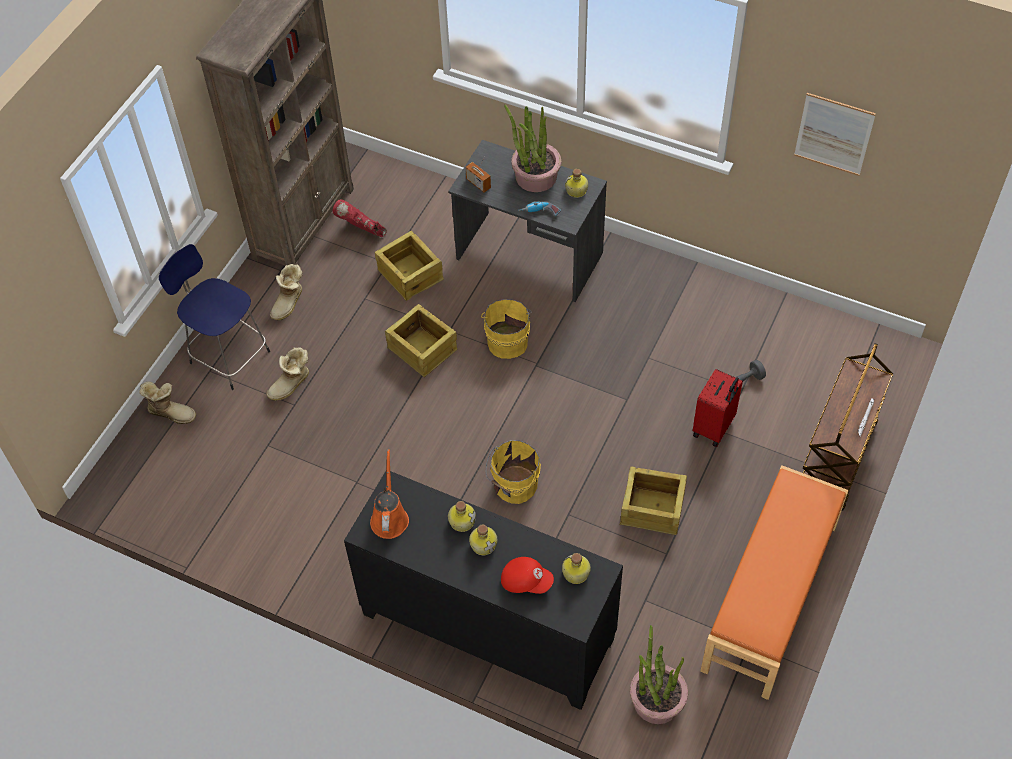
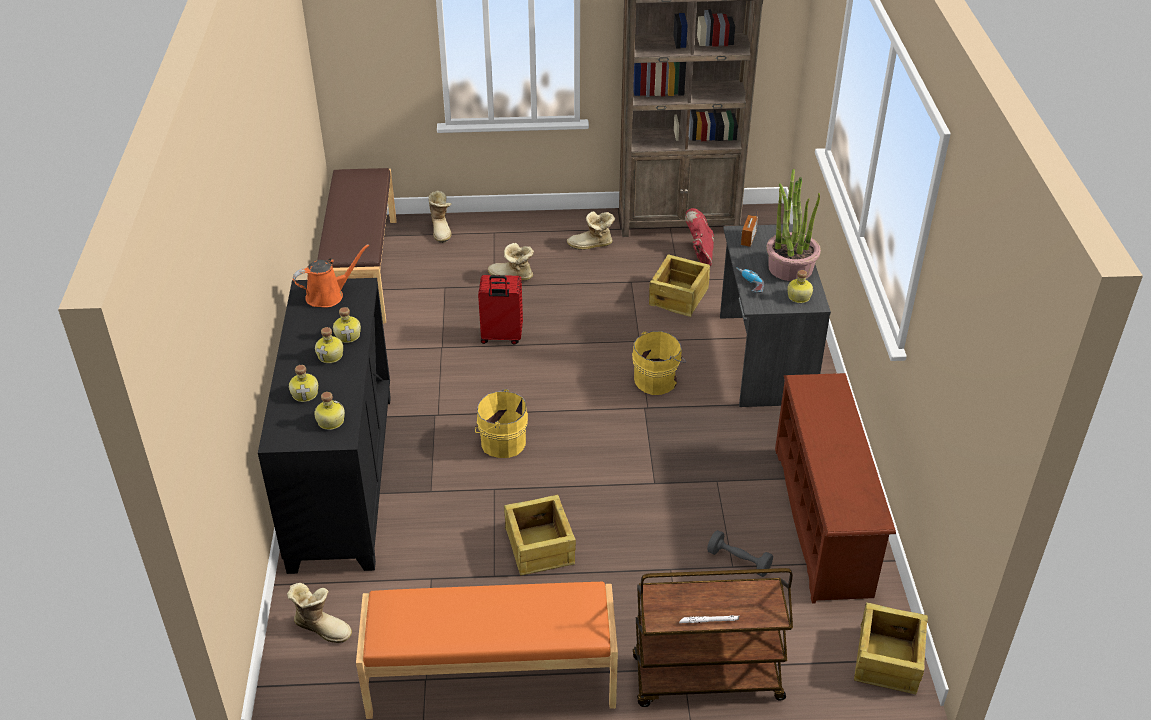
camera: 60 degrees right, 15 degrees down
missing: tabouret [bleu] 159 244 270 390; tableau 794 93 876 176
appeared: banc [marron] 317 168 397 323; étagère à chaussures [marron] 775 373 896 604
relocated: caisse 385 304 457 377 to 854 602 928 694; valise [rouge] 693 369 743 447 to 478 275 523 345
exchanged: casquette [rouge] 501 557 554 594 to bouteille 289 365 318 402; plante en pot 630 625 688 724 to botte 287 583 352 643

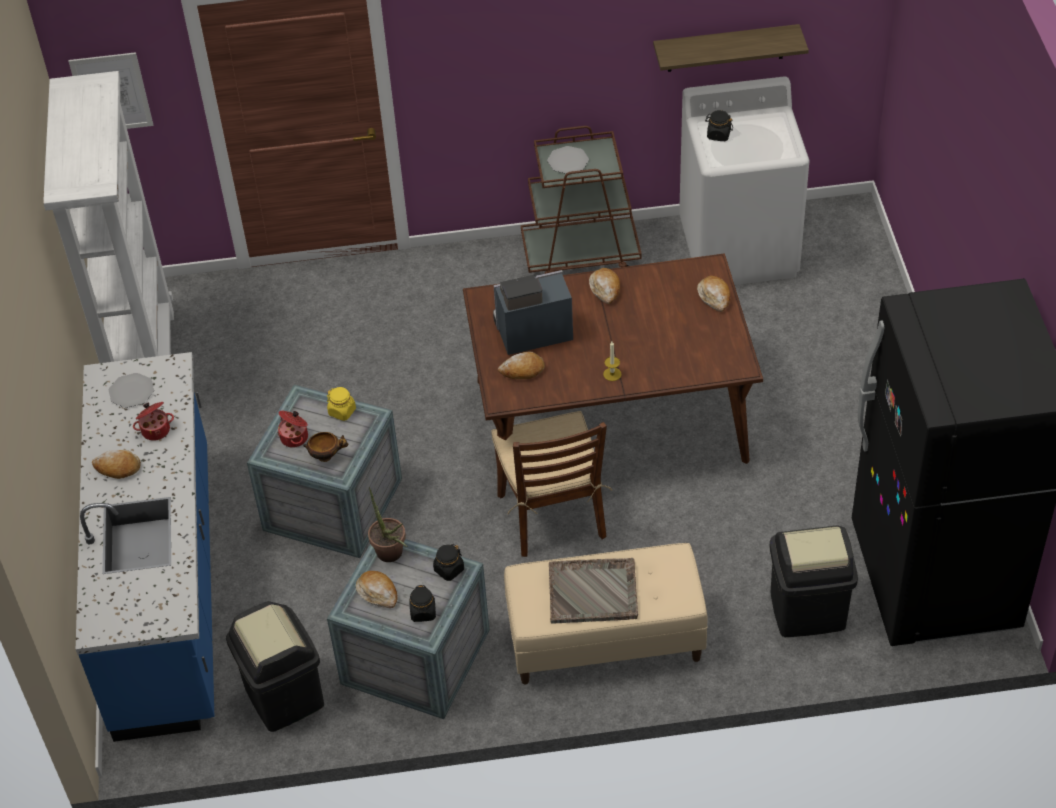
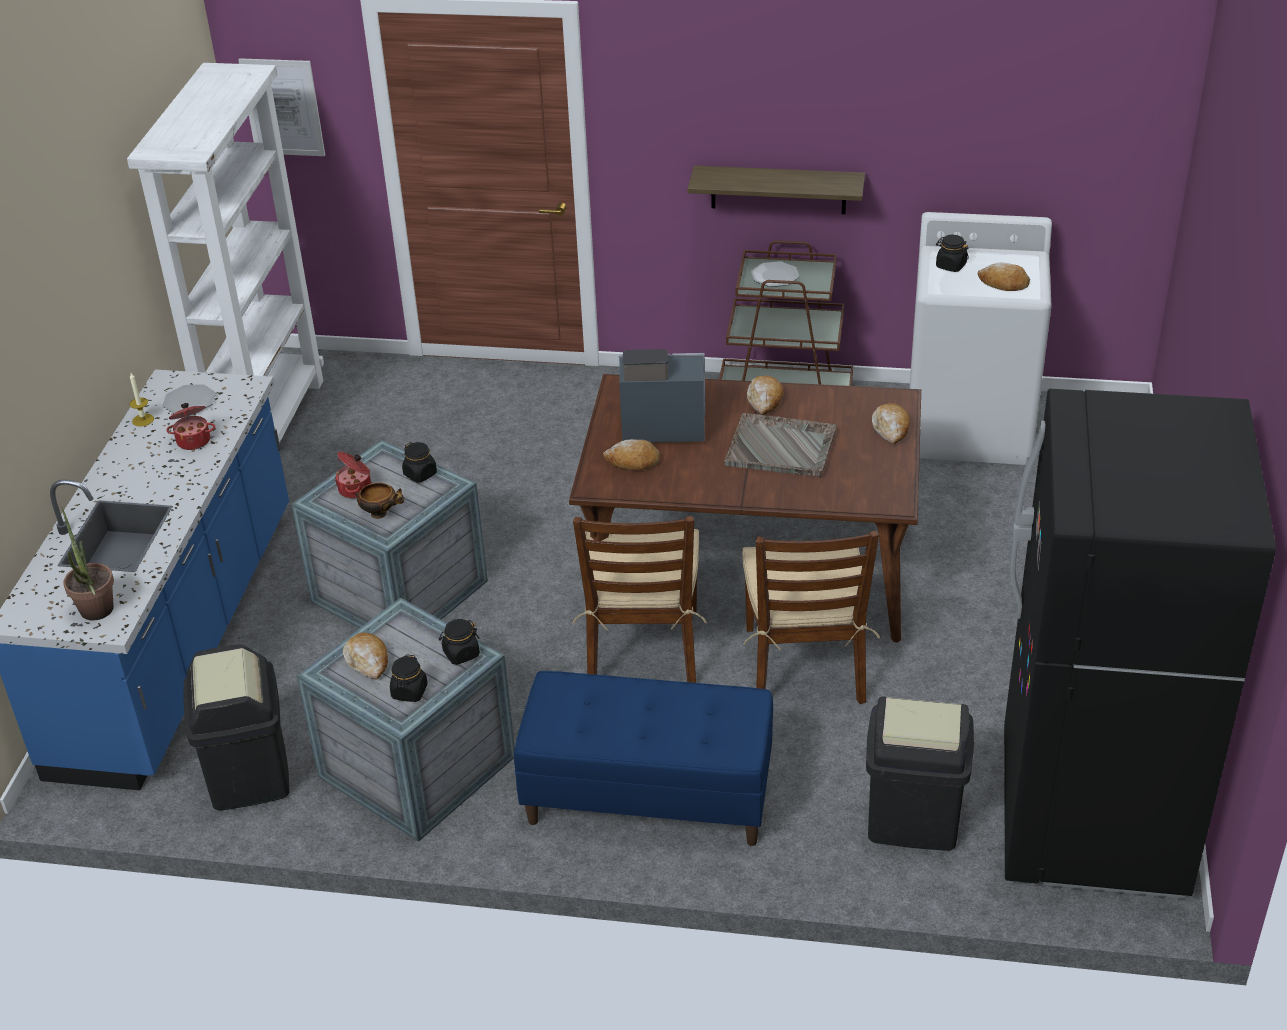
camera: 15 degrees right, 10 degrees down
appeared: chaise [marron] 742 530 880 704
relocated: pain 92 450 141 479 to 978 262 1030 291; plante en pot 368 487 408 562 to 61 507 114 620; plateau [gris] 549 558 638 624 to 724 413 837 477; bougie 603 342 622 381 to 129 373 154 427; étagère 653 24 809 72 to 687 165 865 214
colour: bocal [jaune] 327 387 356 421 to bocal [noir] 402 442 437 483; banc [beige] 504 543 708 684 to banc [bleu] 514 671 773 846

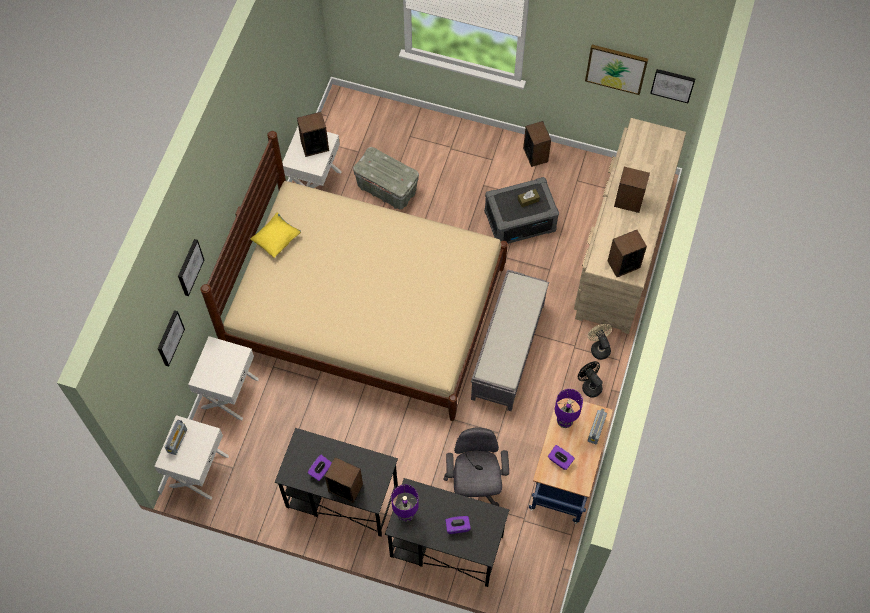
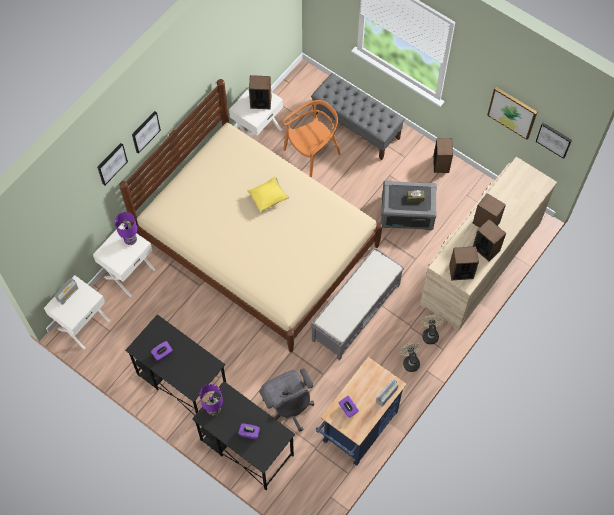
camera: 20 degrees right, 0 degrees up
appeared: banc [gris] 311 73 405 160
relocated: tableau 157 310 185 367 to 132 111 161 154; coussin [jaune] 250 212 301 258 to 247 176 289 212; enceinte 325 457 363 503 to 473 219 506 261; lampe de table [violet] 555 389 583 428 to 115 212 138 245
exchanged: boîte de rangement [gris] 353 147 419 210 to chaise [orange] 282 100 341 178
colour: ventilateur [noir] 578 361 603 398 to ventilateur [beige] 400 342 421 372
spun: chaise de bureau [gris] 443 427 509 506 = 259 368 314 432 135 degrees clockwise

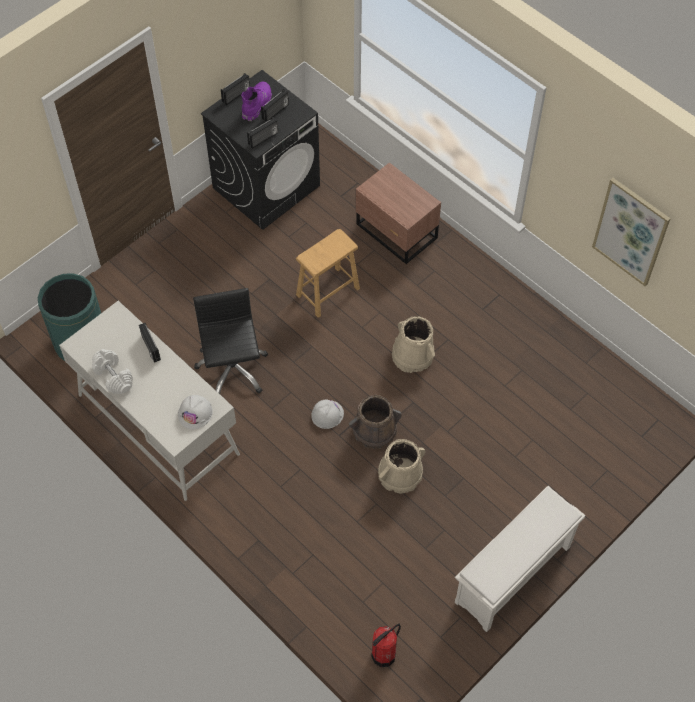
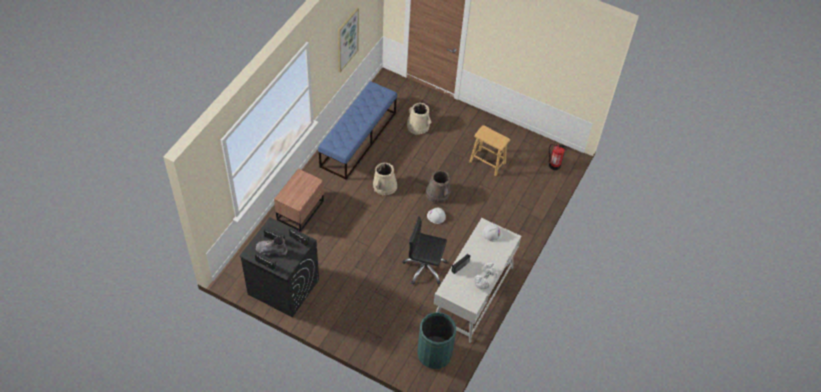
camera: 110 degrees left, 5 degrees down
missing: étagère à chaussures [blanc] 455 486 585 632
appeared: banc [bleu] 318 81 397 180
relocated: tabouret [marron] 296 229 360 318 to 469 125 510 176; seau [beige] 378 439 426 493 to 407 103 431 135
colour: botte [violet] 241 82 272 121 to botte [gris] 256 237 288 256
spun: chaise de bureau [noir] 193 288 268 394 = 403 216 447 285 45 degrees clockwise

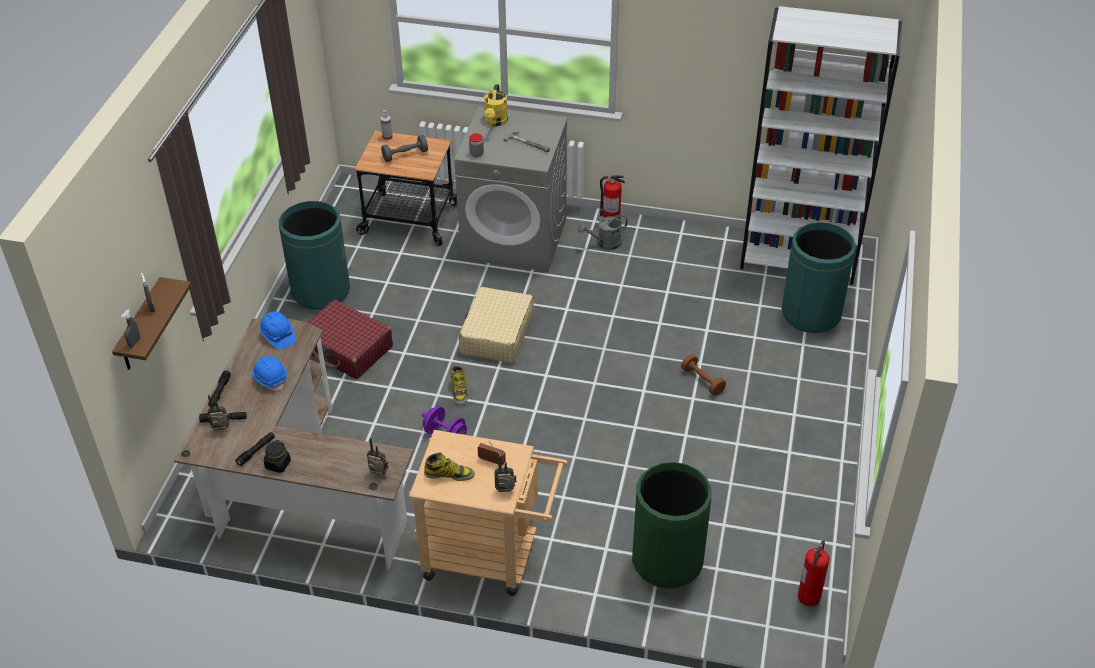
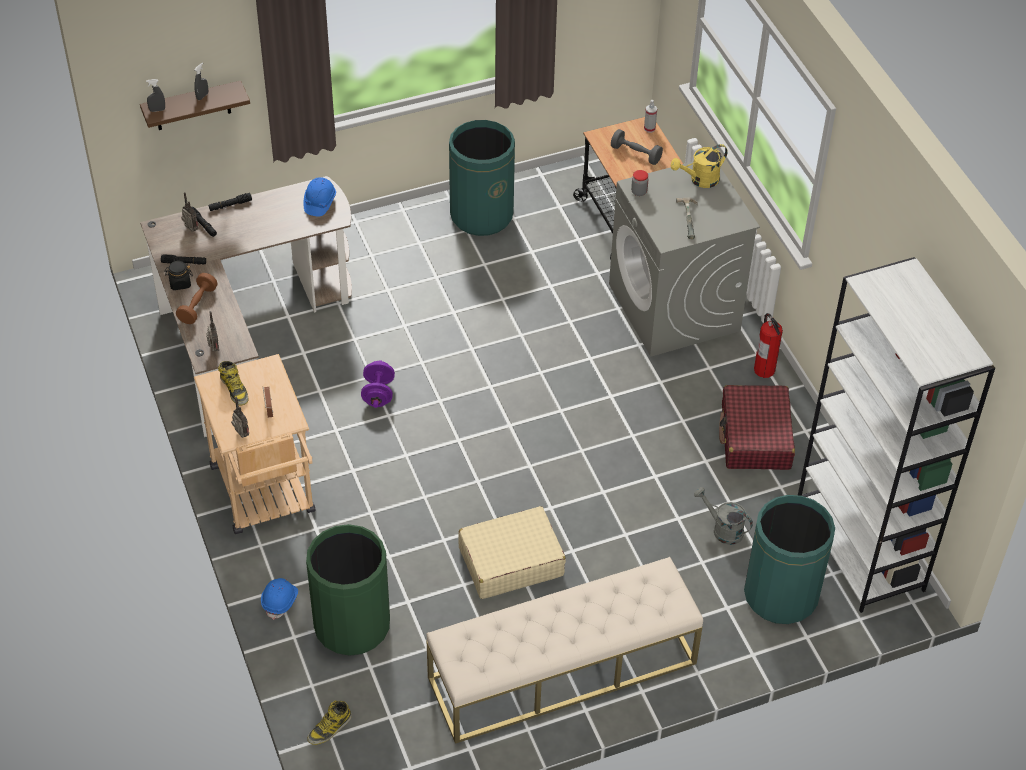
camera: 55 degrees right, 5 degrees up
missing: extincteur 798 540 829 606
appeared: banc [beige] 426 557 703 744
relocated: casque de chantier [bleu] 252 356 287 391 to 261 578 298 620; valise [rouge] 308 300 393 379 to 719 385 795 470; botte 449 366 468 405 to 307 701 352 745; valise [beige] 459 287 534 363 to 458 506 566 599; arrosoir [gris] 578 214 628 250 to 694 487 753 545; haltère [marron] 681 354 726 396 to 176 273 218 324

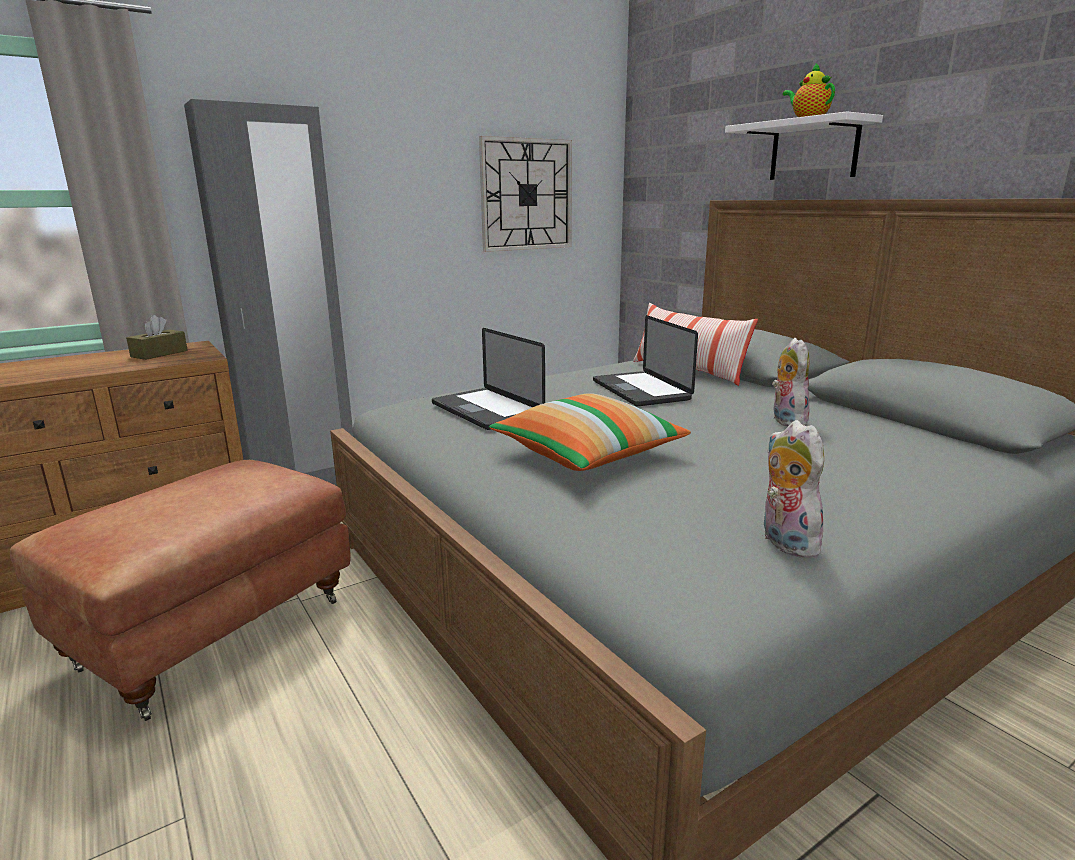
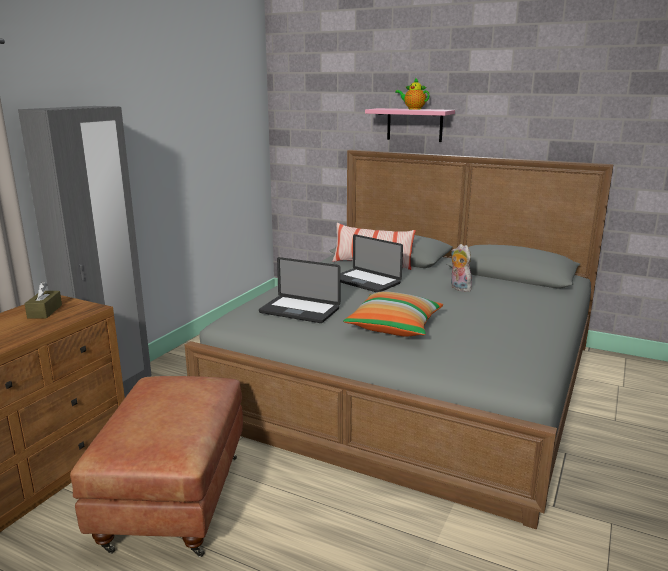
camera: 30 degrees left, 0 degrees up
missing: horloge murale 479 136 572 252; peluche 764 420 824 558
colour: étagère [blanc] 725 112 883 180 to étagère [rose] 365 108 455 142

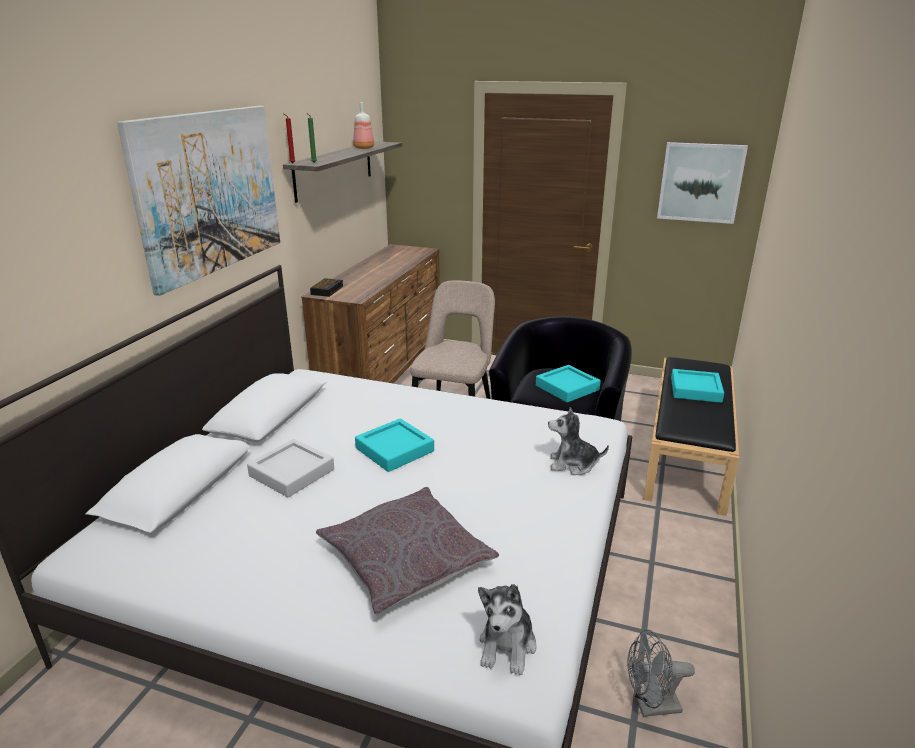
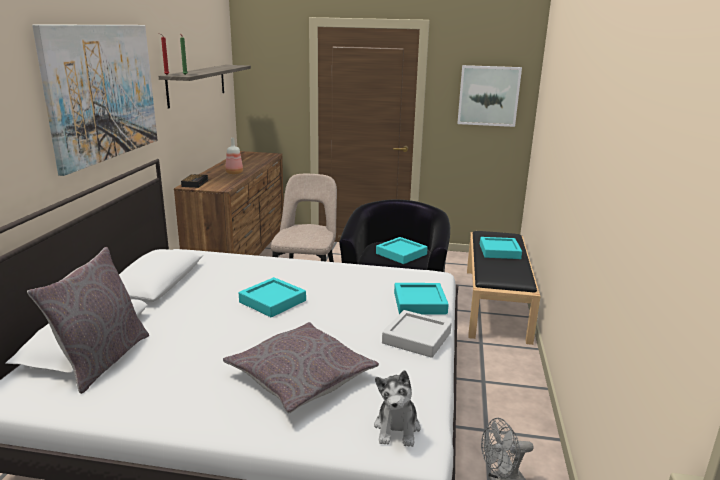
camera: 10 degrees left, 5 degrees down
appeared: coussin [gris] 27 247 149 394
relocated: plateau [gris] 247 439 334 498 to 382 310 452 358; bouteille 353 102 374 149 to 225 138 243 174
exchanged: peluche 548 407 609 475 to plateau [turquoise] 394 283 449 314

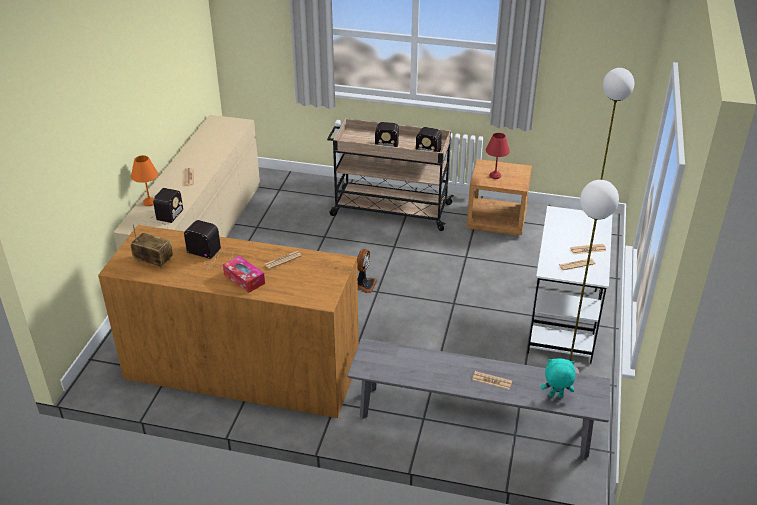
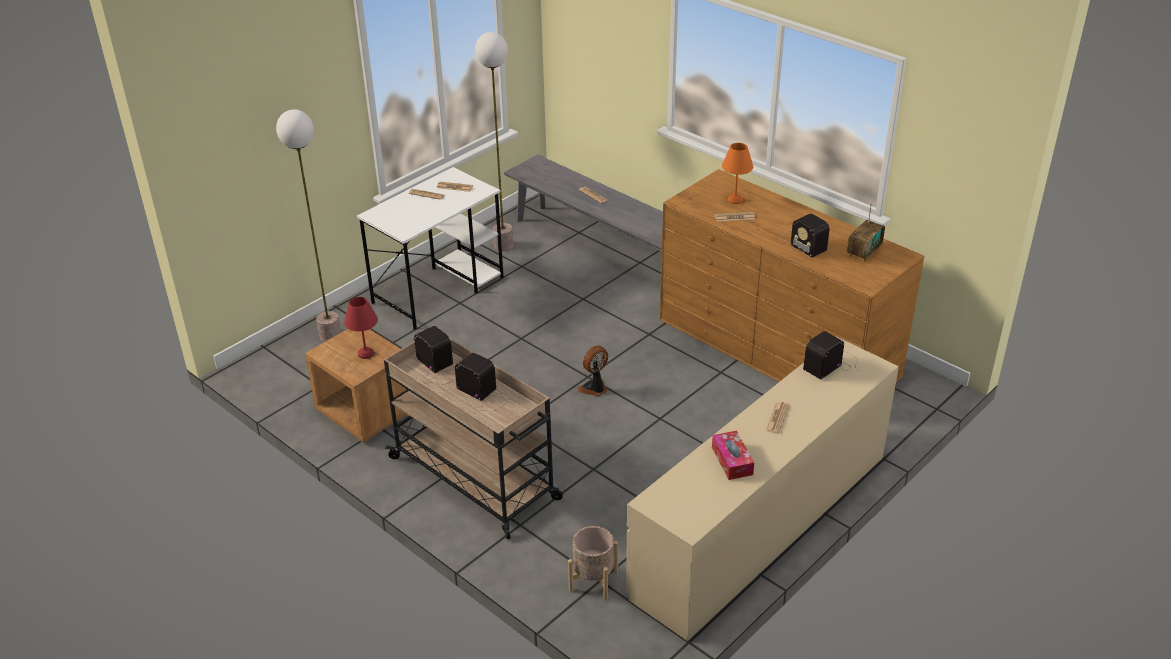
camera: 150 degrees left, 0 degrees up
missing: peluche [turquoise] 541 358 576 398
appeared: cache-pot [beige] 568 526 618 600
relocated: lampe de table [orange] 131 155 158 206 to 722 143 753 204; boîte à mouchoirs 223 256 265 293 to 712 431 754 480
spun: radio 130 224 173 268 = 847 203 885 262 105 degrees counterclockwise

